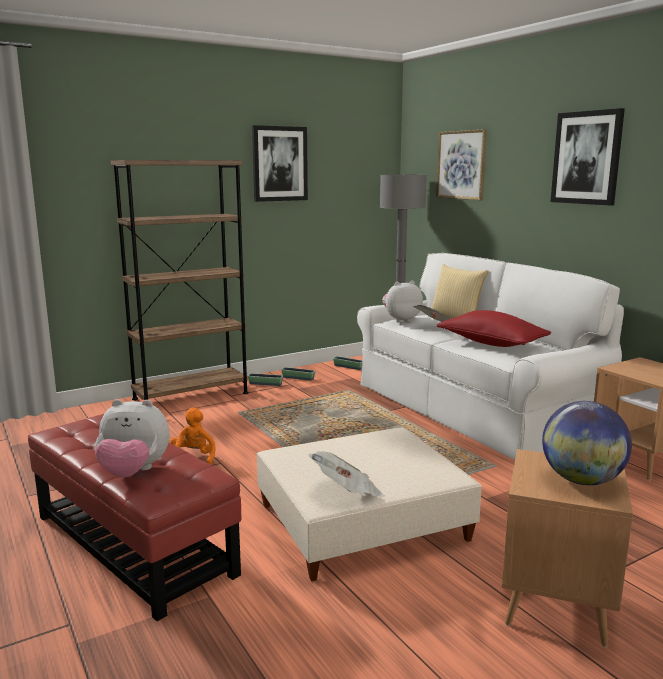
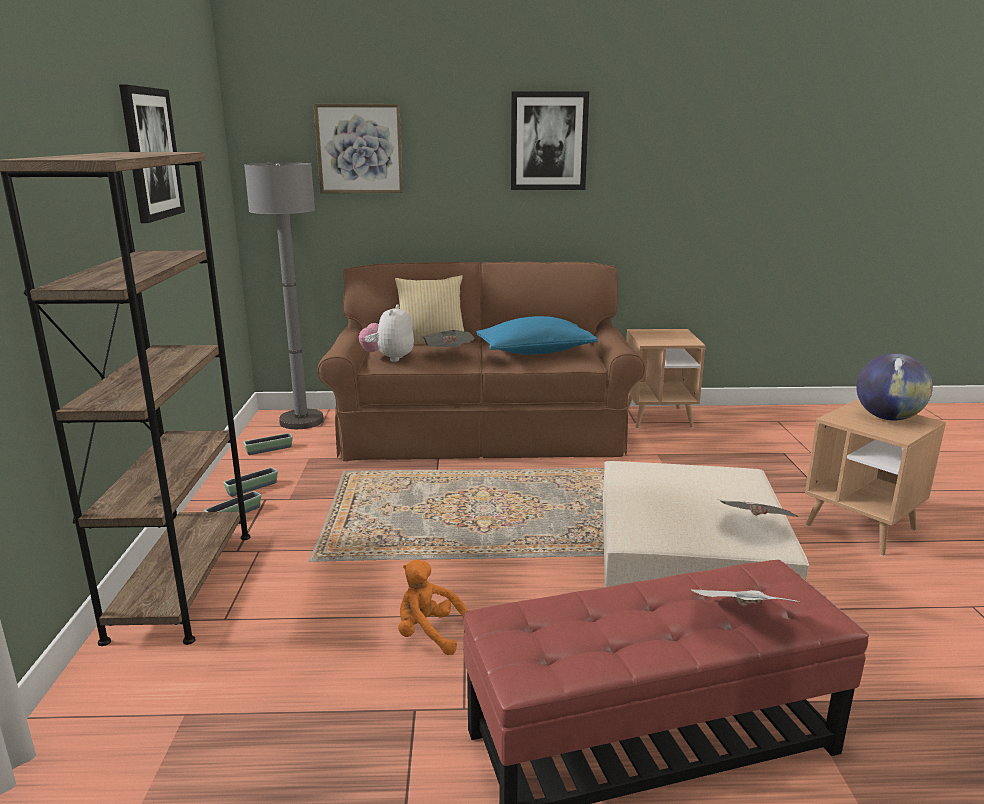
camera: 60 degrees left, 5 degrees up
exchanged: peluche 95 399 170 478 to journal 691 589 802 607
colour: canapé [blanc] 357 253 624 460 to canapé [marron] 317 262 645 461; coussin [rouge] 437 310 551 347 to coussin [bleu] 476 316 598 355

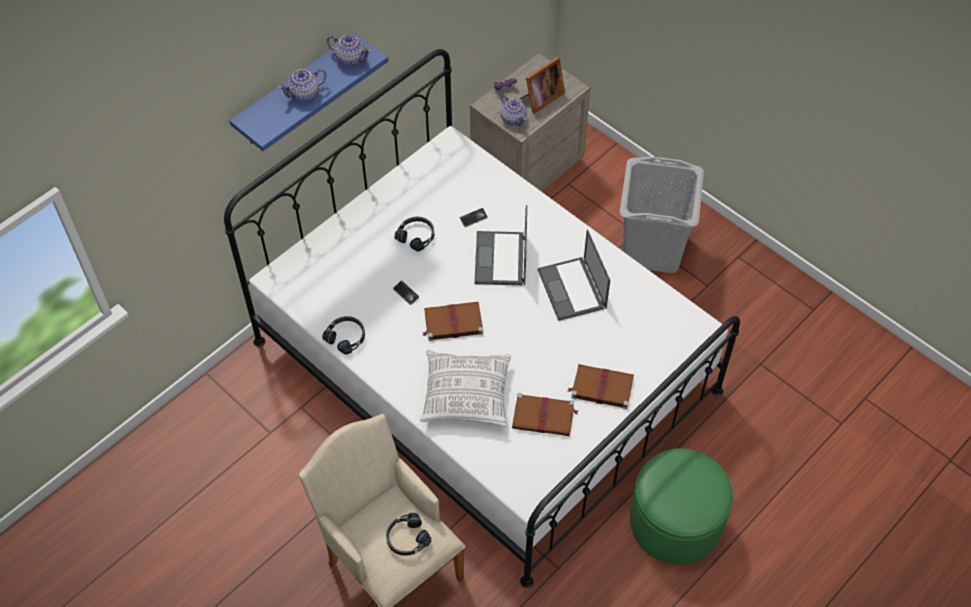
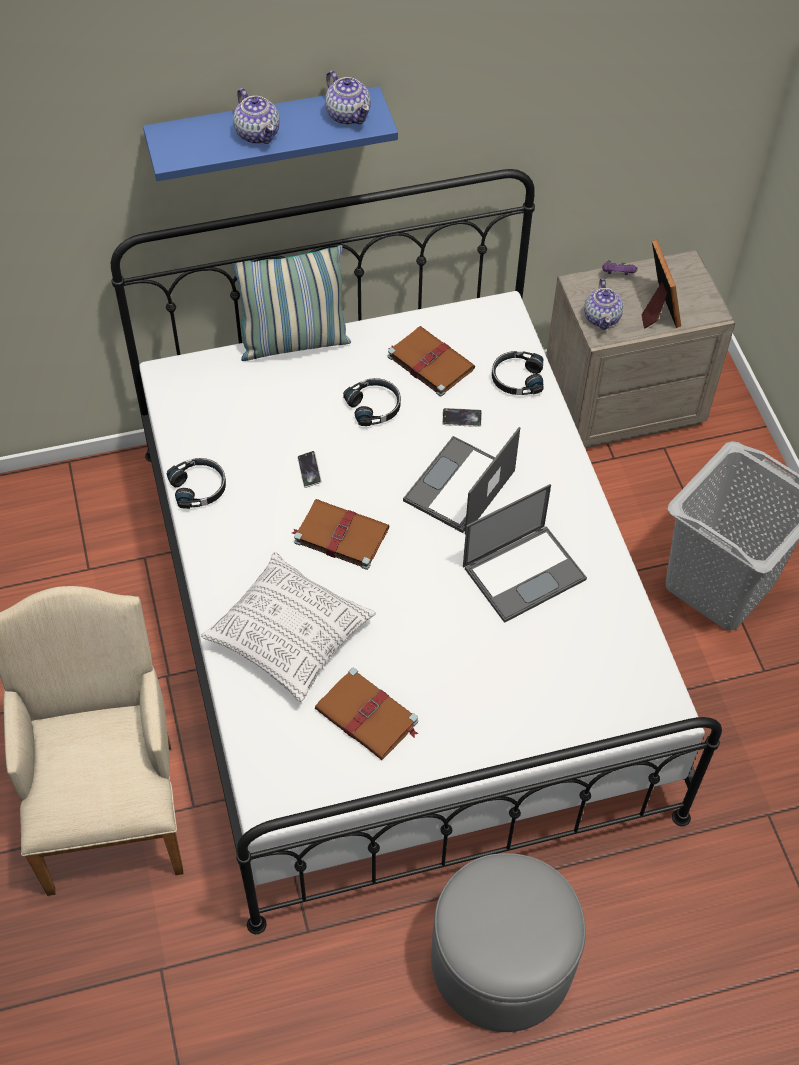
camera: 30 degrees right, 0 degrees up
appeared: coussin 232 245 351 361
relocated: casque audio [noir] 386 513 431 556 to 492 351 544 395; livre [marron] 568 364 634 409 to 388 326 475 397
colour: pouf [vert] 630 448 733 564 to pouf [gris] 431 853 586 1032
spun: théière 278 68 327 102 = 233 88 280 144 120 degrees counterclockwise; cadre photo 520 57 565 114 = 642 240 681 329 90 degrees counterclockwise; ordinateur portable 538 230 610 321 = 463 484 587 623 135 degrees counterclockwise

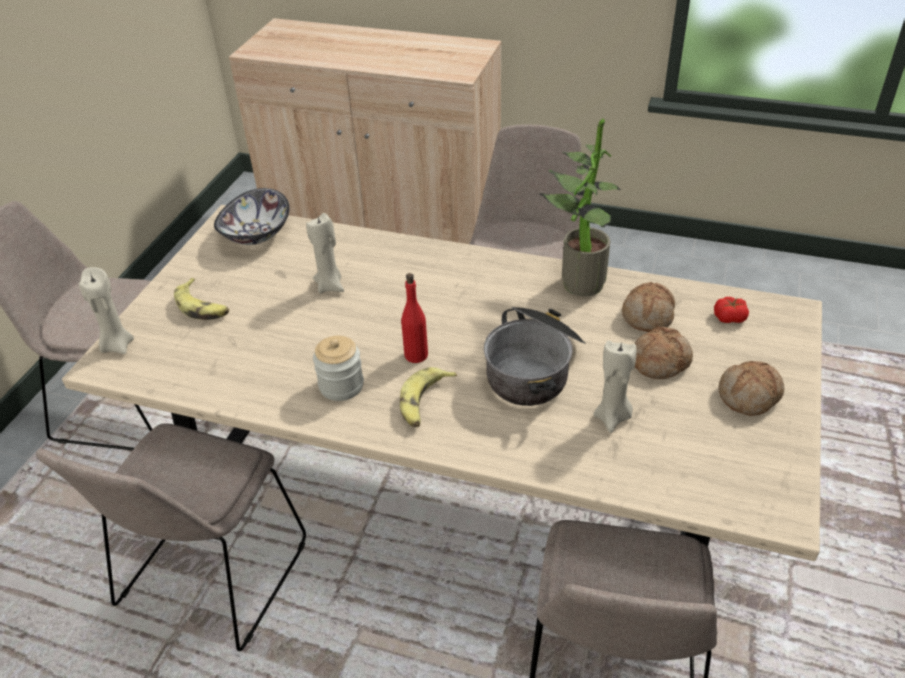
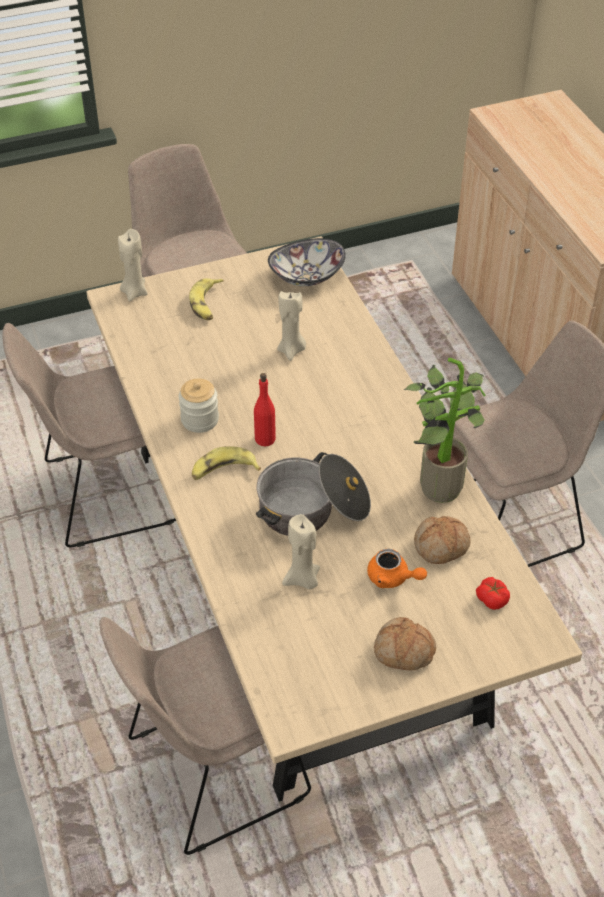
camera: 50 degrees right, 5 degrees up
exchanged: pain 634 327 693 379 to théière [orange] 367 549 427 588

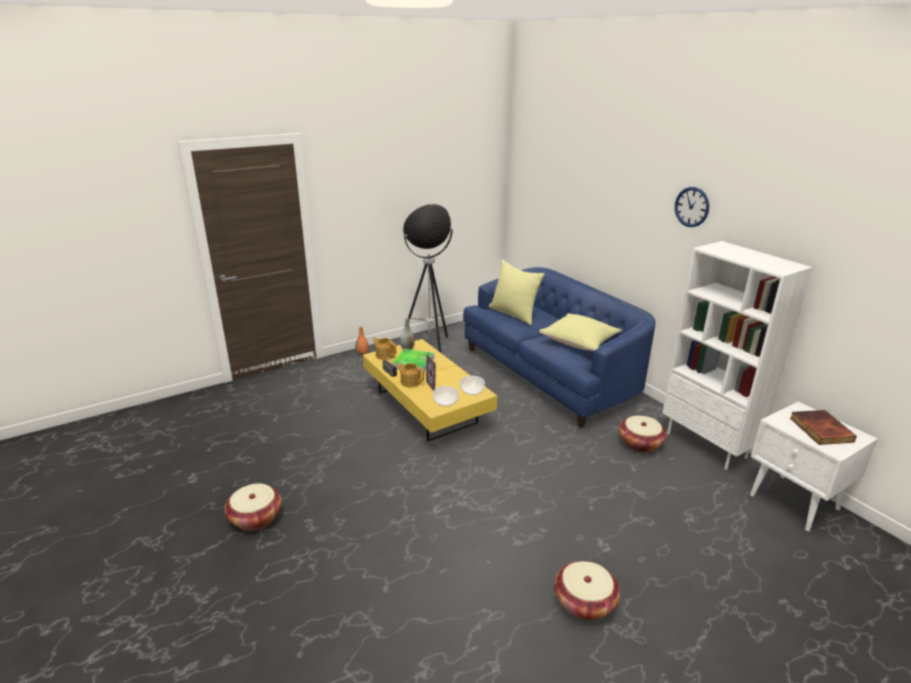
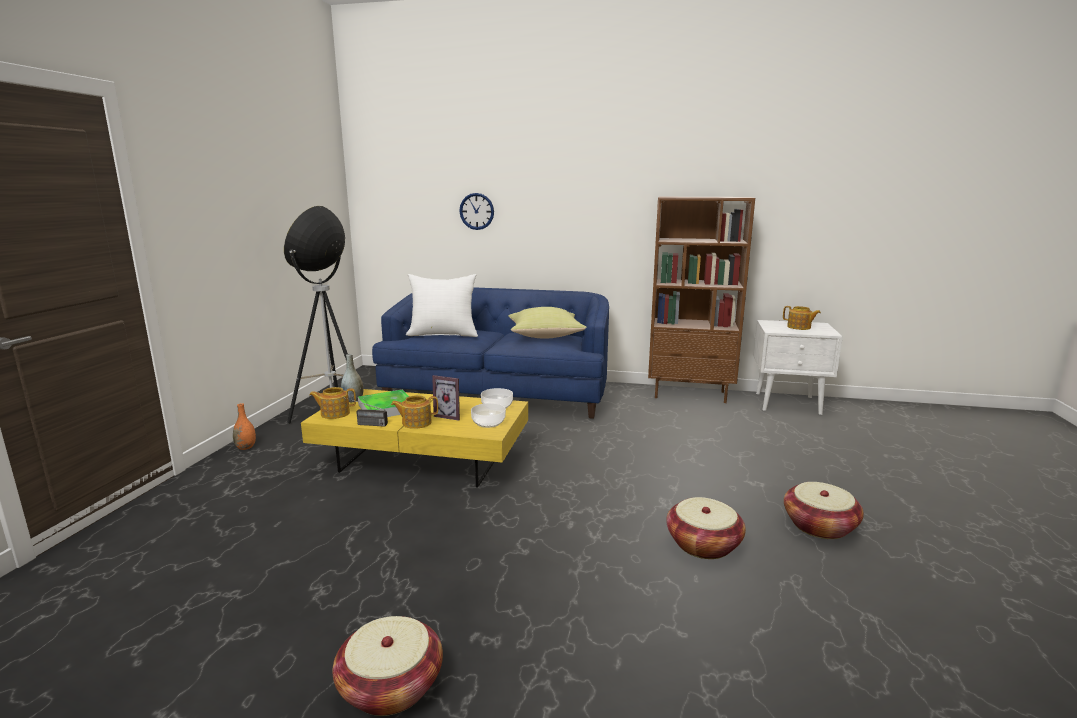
camera: 45 degrees left, 10 degrees down
relocated: panier 619 416 667 452 to 666 497 746 559; horloge murale 675 187 709 227 to 459 193 494 230
exchanged: livre 790 410 857 445 to théière 783 306 821 330
colour: coussin [jaune] 489 259 545 325 to coussin [blanc] 406 274 478 337; bibliothèque [blanc] 662 241 813 470 to bibliothèque [marron] 648 197 755 403

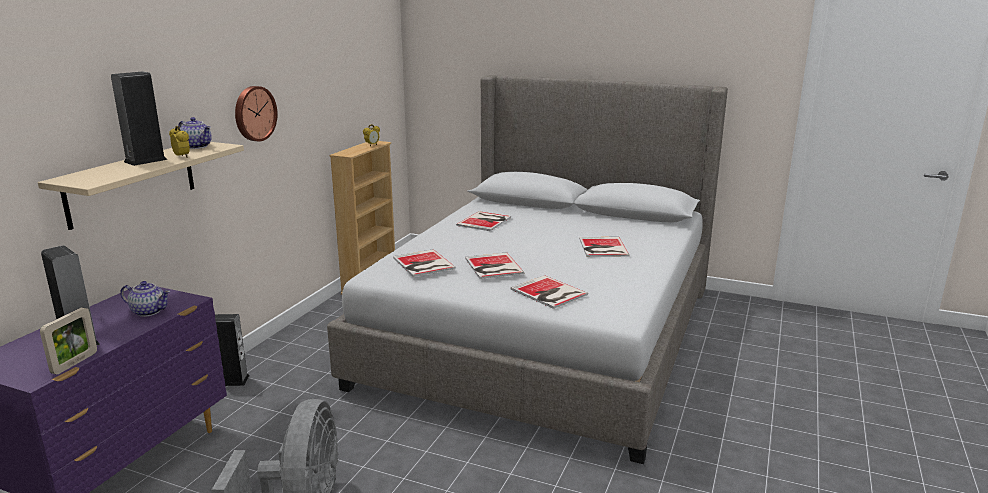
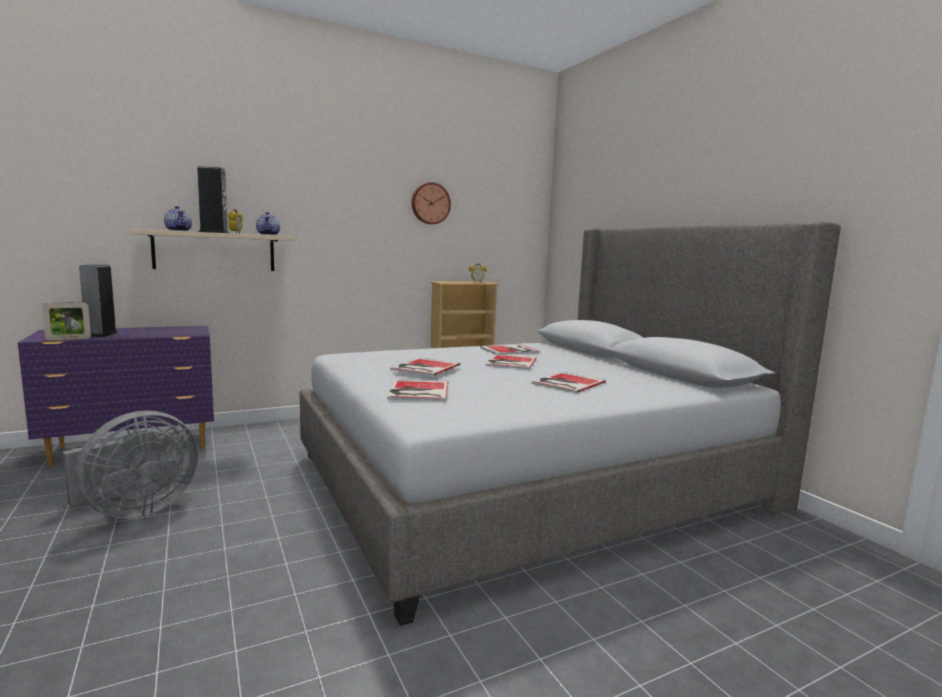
camera: 40 degrees right, 10 degrees down
missing: enceinte 215 314 249 386
relocated: théière 120 281 170 317 to 164 206 192 231; horloge murale 235 86 277 141 to 412 182 451 224; livre 393 249 456 277 to 485 354 536 370

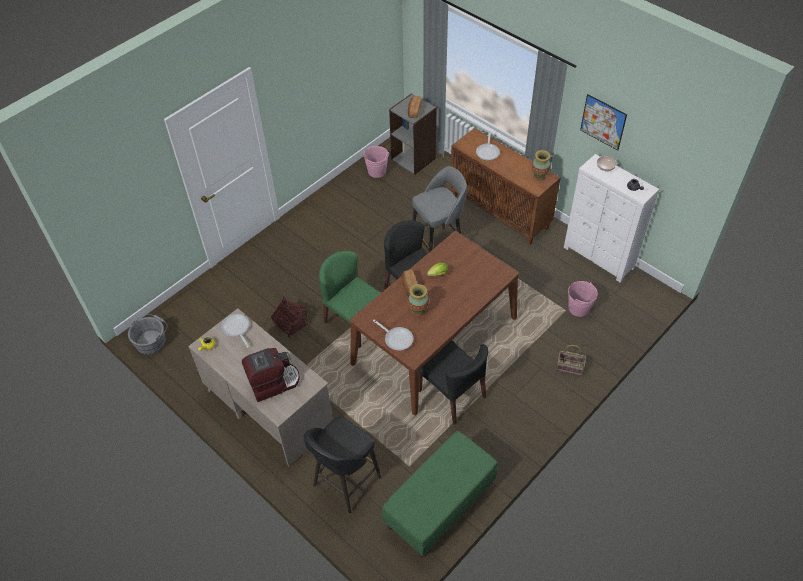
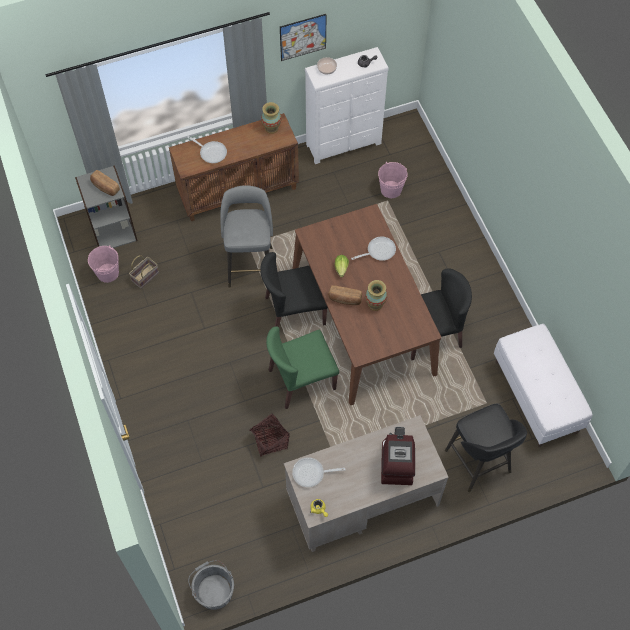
camera: 65 degrees left, 10 degrees up
relocated: poêle 373 320 413 351 to 351 236 396 261; panier 556 345 586 376 to 129 255 159 289
colour: banc [vert] 382 431 498 558 to banc [blanc] 494 324 593 447

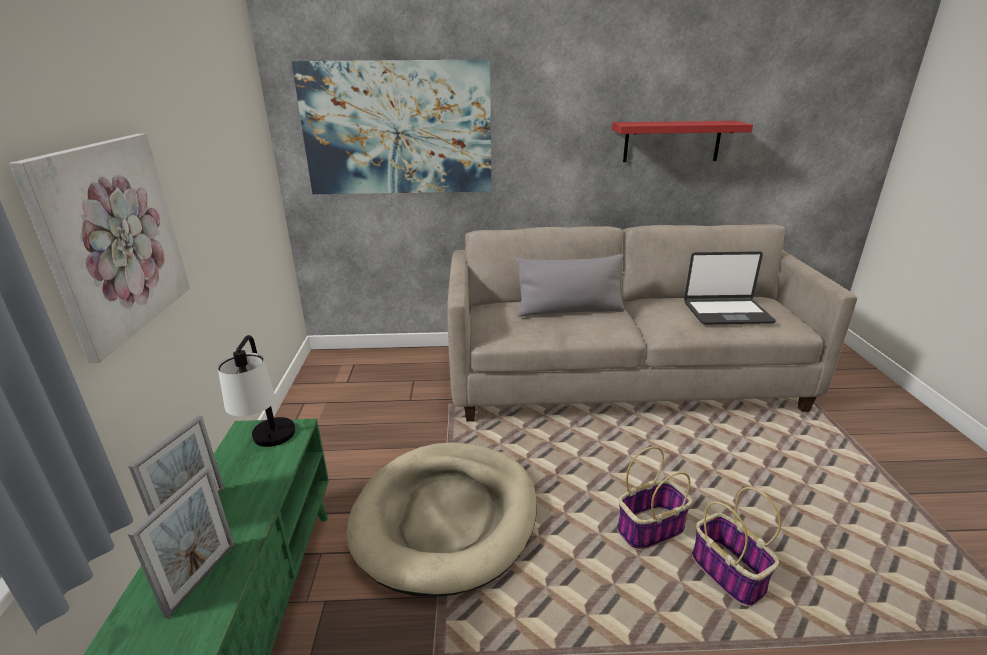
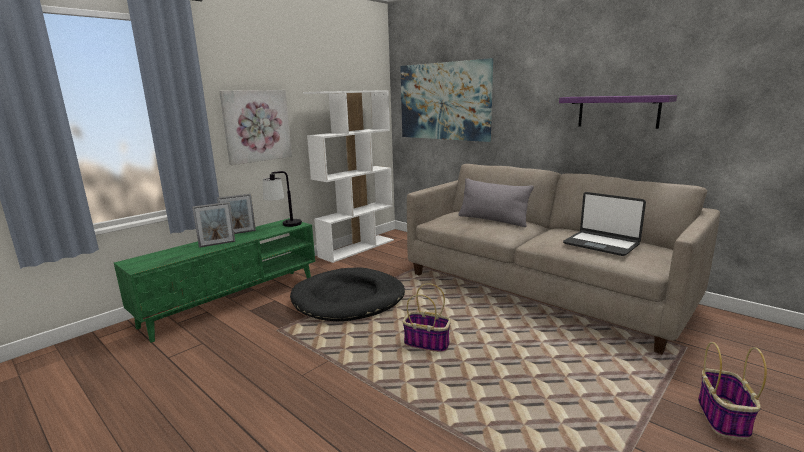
camera: 45 degrees right, 10 degrees down
appeared: bibliothèque [blanc] 303 90 394 263
relocated: panier 692 487 781 607 to 698 342 767 439
colour: panier pour chien [beige] 346 442 537 597 to panier pour chien [noir] 290 268 405 321; étagère [rouge] 612 121 753 162 to étagère [violet] 559 95 677 129

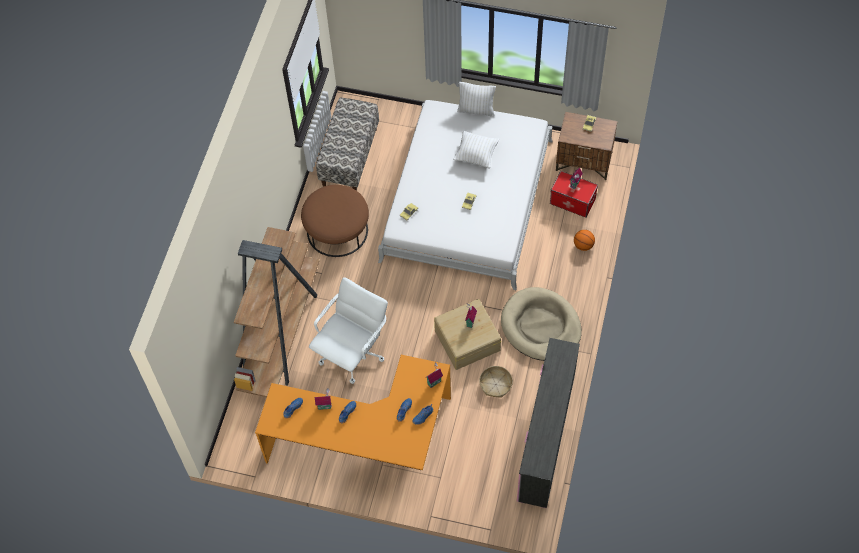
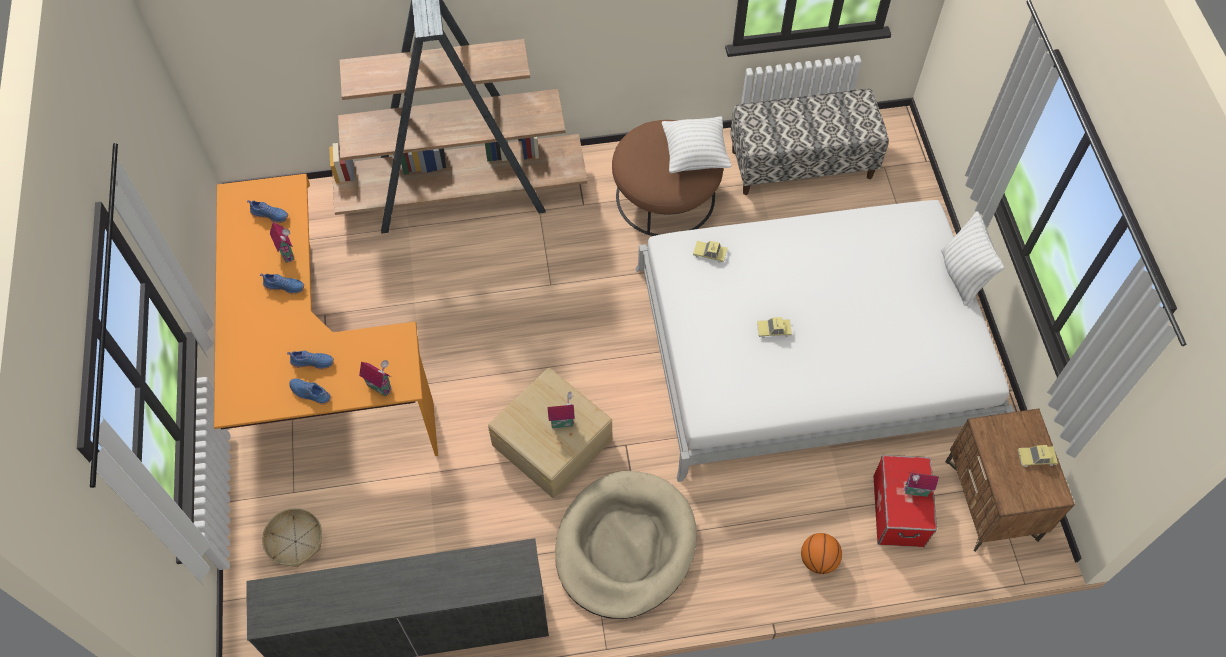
camera: 65 degrees right, 0 degrees up
missing: chaise de bureau [blanc] 309 277 388 384
relocated: coussin [blanc] 453 131 499 169 to 662 116 732 174; panier 479 366 513 398 to 262 508 322 567

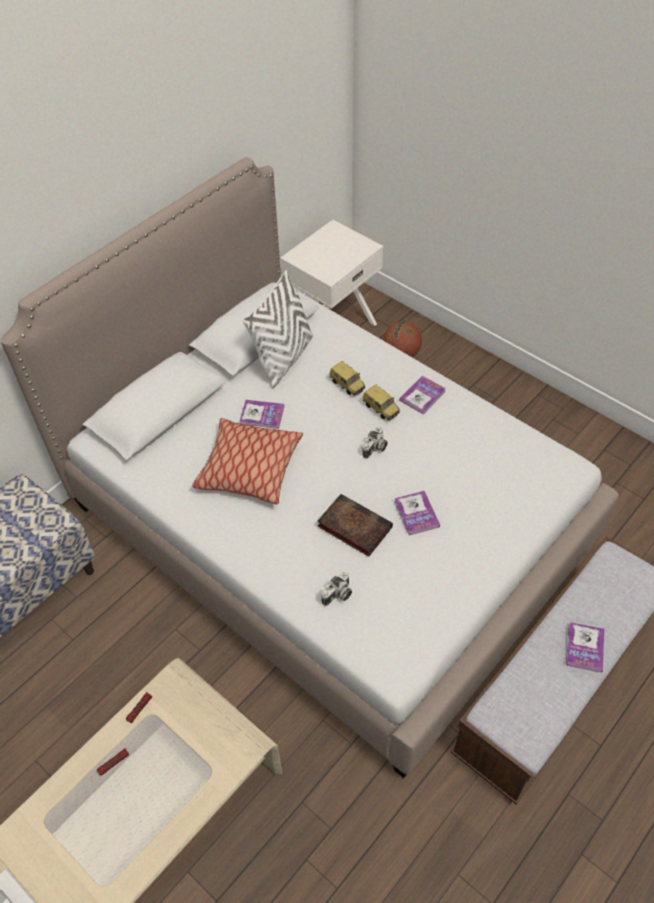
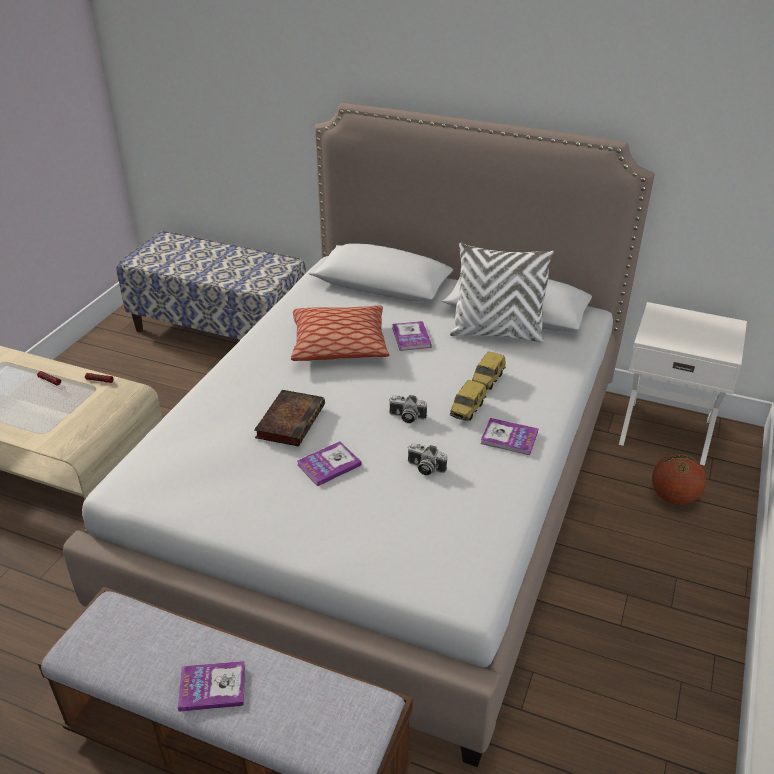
camera: 70 degrees right, 15 degrees down
relocated: appareil photo 321 572 352 606 to 408 443 447 475

